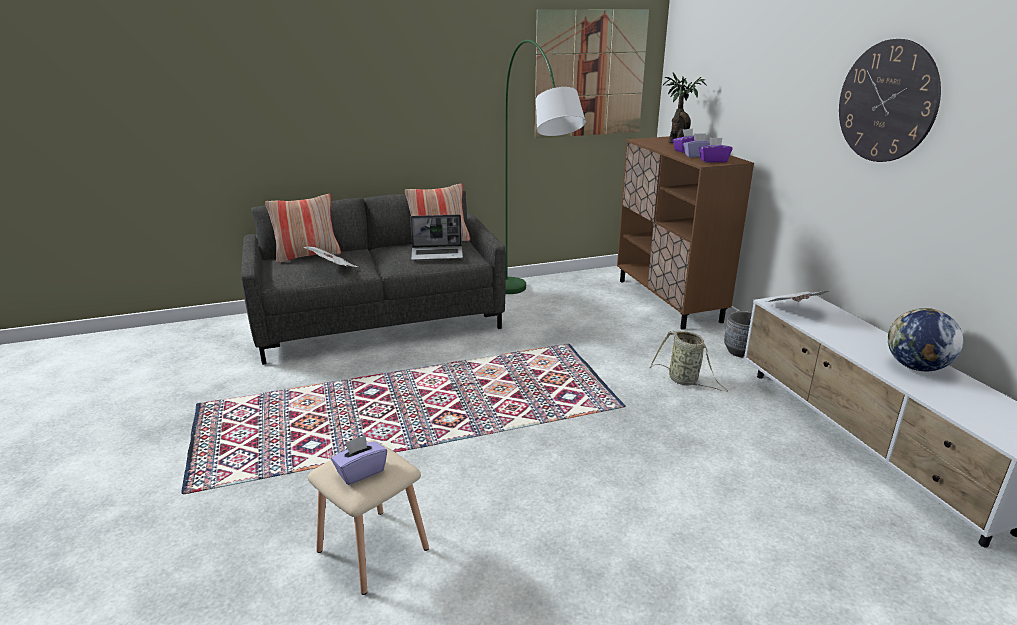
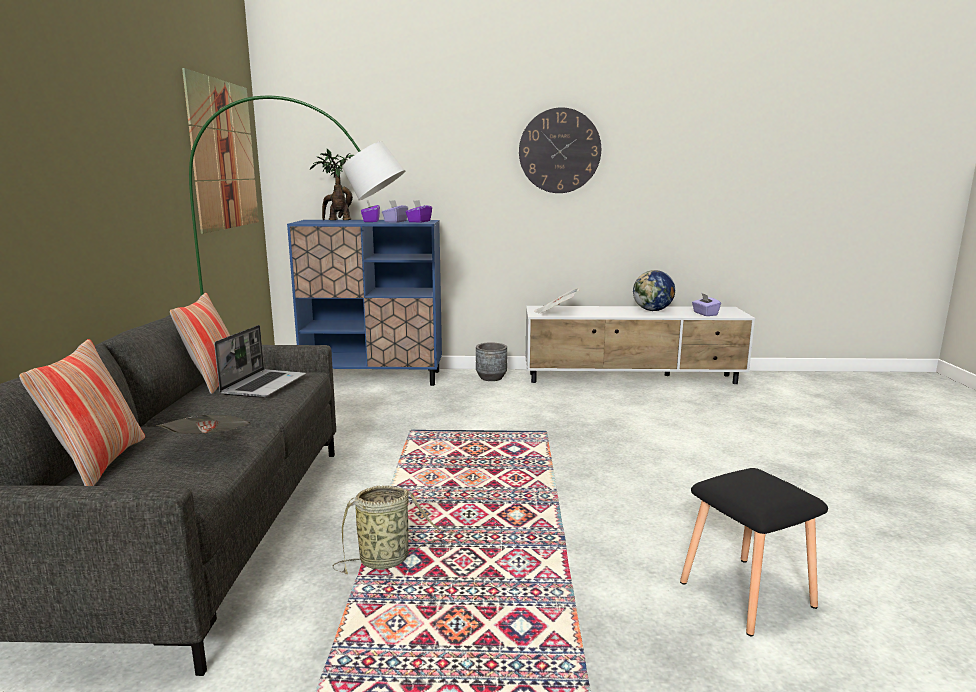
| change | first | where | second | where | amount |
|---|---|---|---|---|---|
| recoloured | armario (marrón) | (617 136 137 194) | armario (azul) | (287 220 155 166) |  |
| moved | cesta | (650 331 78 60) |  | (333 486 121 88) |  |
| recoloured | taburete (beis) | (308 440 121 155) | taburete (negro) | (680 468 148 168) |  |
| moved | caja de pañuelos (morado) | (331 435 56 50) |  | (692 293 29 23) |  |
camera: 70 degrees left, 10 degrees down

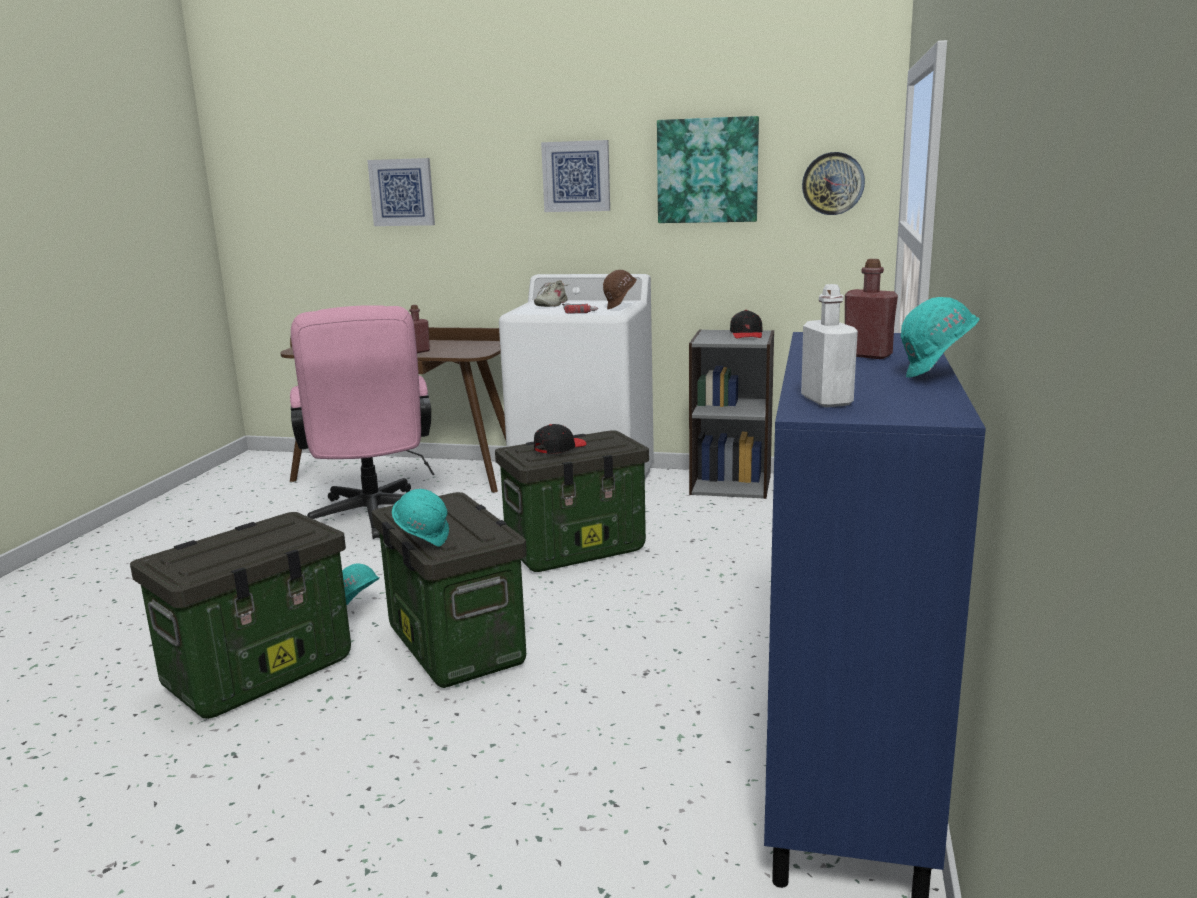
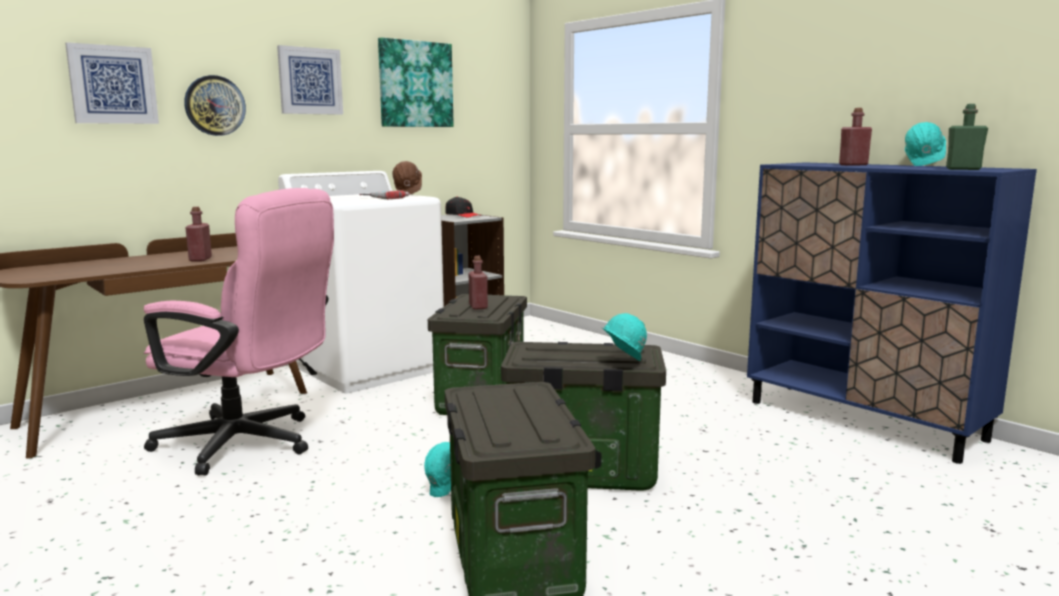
| change | first | where | second | where | amount |
|---|---|---|---|---|---|
| moved | reloj de pared | (802 152 63 63) |  | (184 75 62 61) |  |
| replaced | gorra (negro) | (534 424 52 30) | botella (rojo) | (469 256 19 54) |  |
| recoloured | botella (blanco) | (801 284 57 123) | botella (verde) | (946 104 42 66) |  |
| removed | zapato (beis) | (534 280 35 27) |  |  |  |
camera: 55 degrees left, 5 degrees down

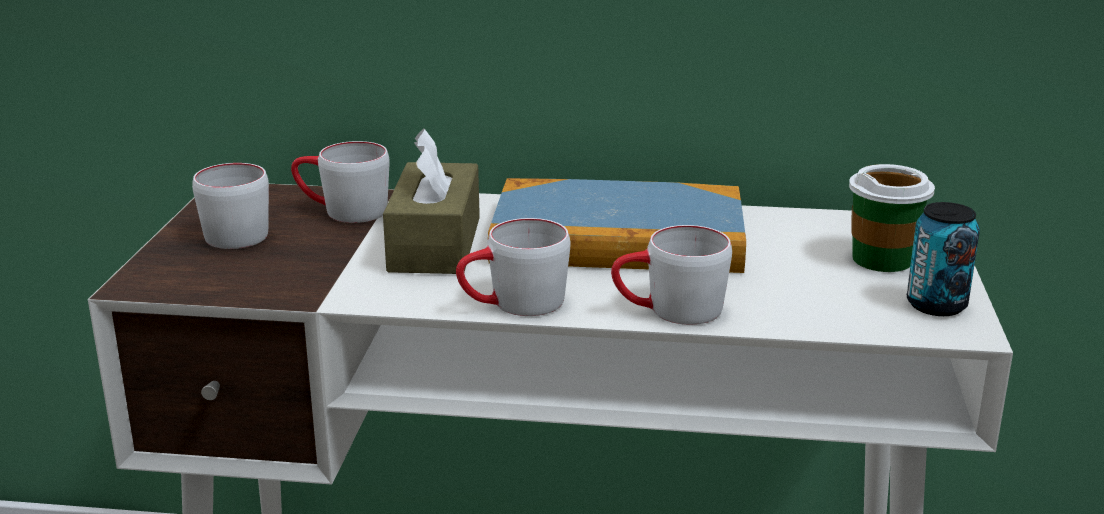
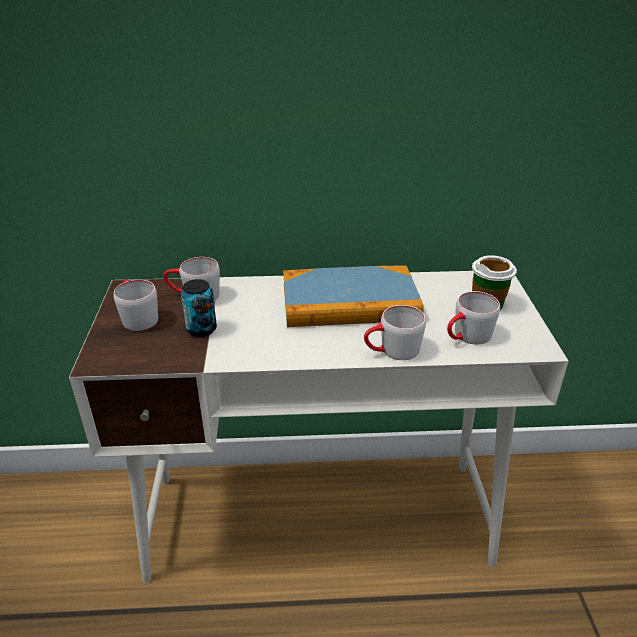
| change | first | where | second | where | amount |
|---|---|---|---|---|---|
| moved | lata | (907 202 73 114) |  | (181 279 36 58) |  |
| moved | taza grande (gris) | (456 218 114 98) |  | (447 291 53 54) |  |
| removed | caja de pañuelos (marrón) | (383 129 97 145) |  |  |  |
camera: 10 degrees left, 10 degrees up

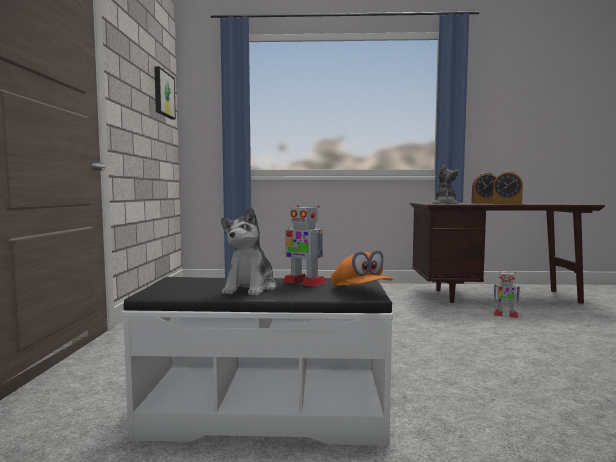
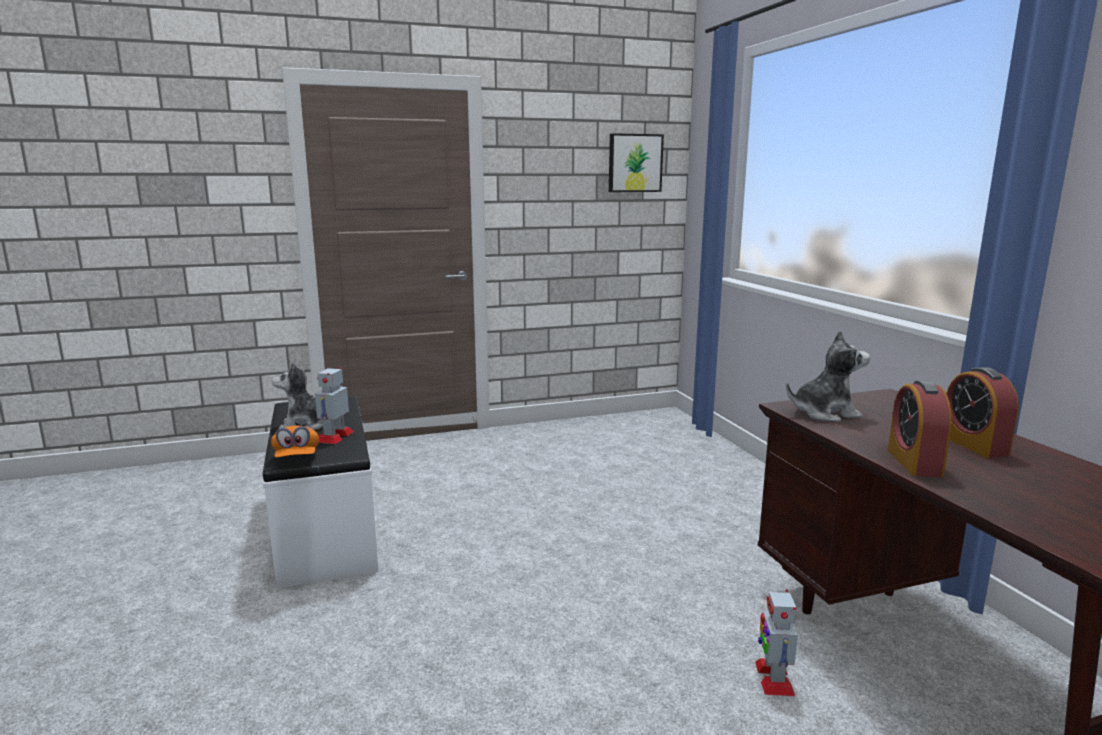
| change | first | where | second | where | amount |
|---|---|---|---|---|---|
| turned | gorra (naranja) | (331 250 62 36) |  | (271 426 48 32) | 60 degrees counterclockwise |
camera: 70 degrees right, 10 degrees up

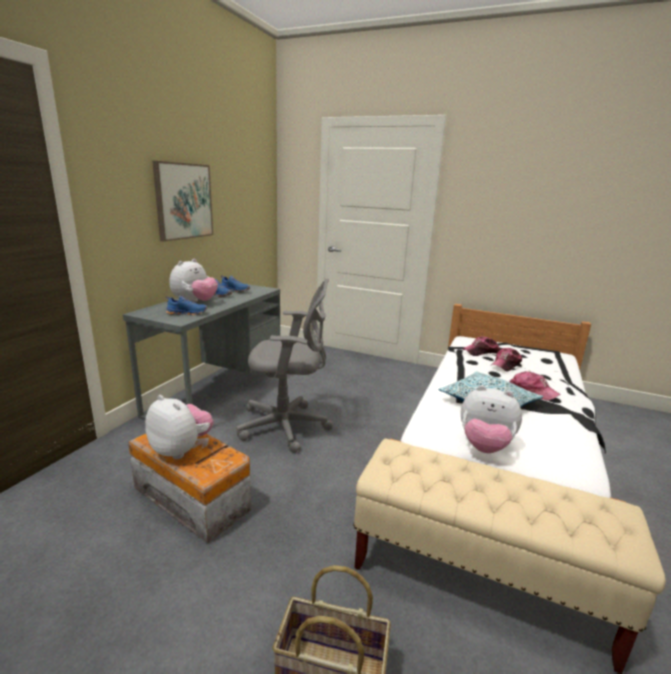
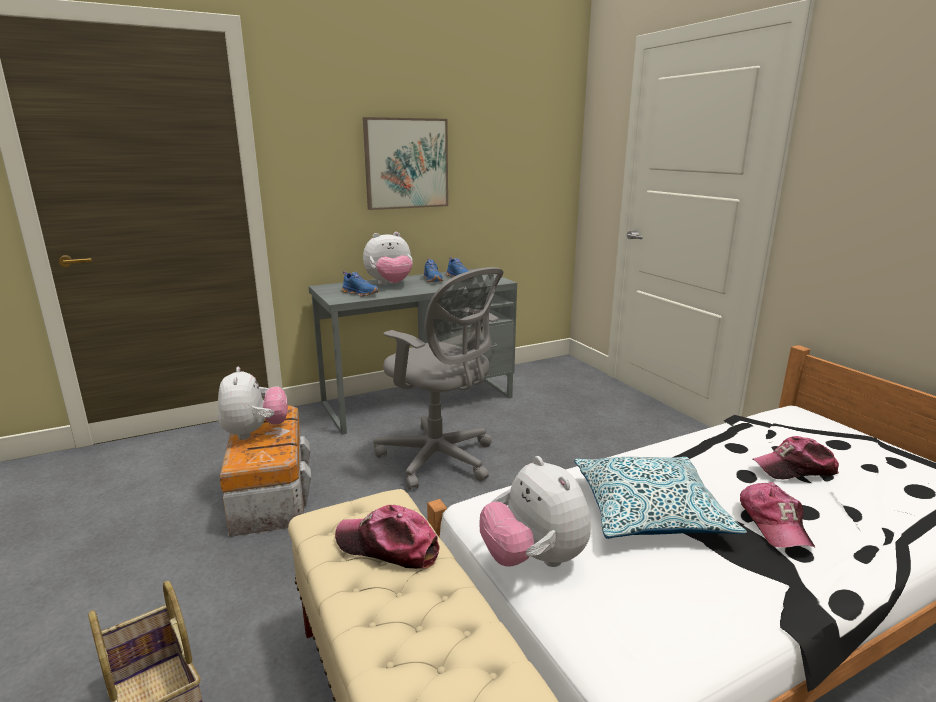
| change | first | where | second | where | amount |
|---|---|---|---|---|---|
| moved | gorra | (462 336 38 20) |  | (335 505 105 64) |  |
camera: 40 degrees right, 0 degrees up

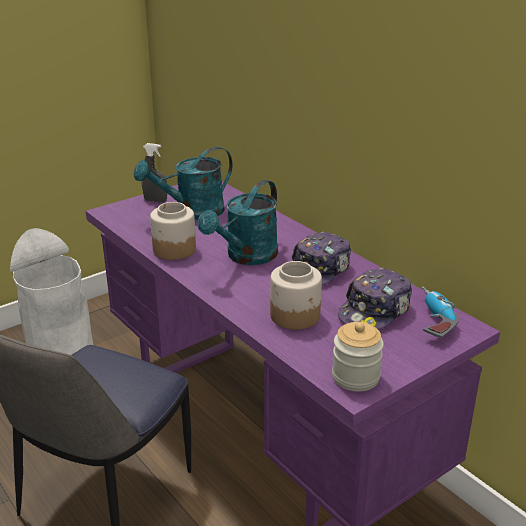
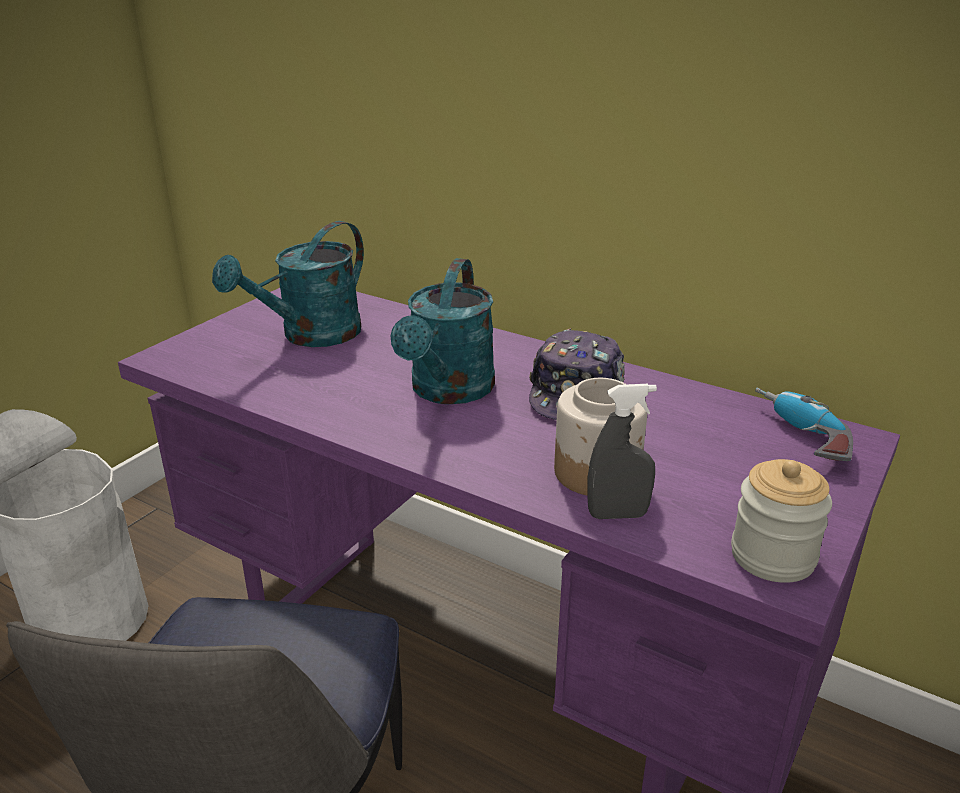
| change | first | where | second | where | amount |
|---|---|---|---|---|---|
| moved | pulverizador (gris) | (142 143 25 59) |  | (587 384 70 135) |  |
| removed | tarro | (150 202 46 58) |  |  |  |
| removed | gorra | (338 268 74 62) |  |  |  |
camera: 20 degrees left, 0 degrees up

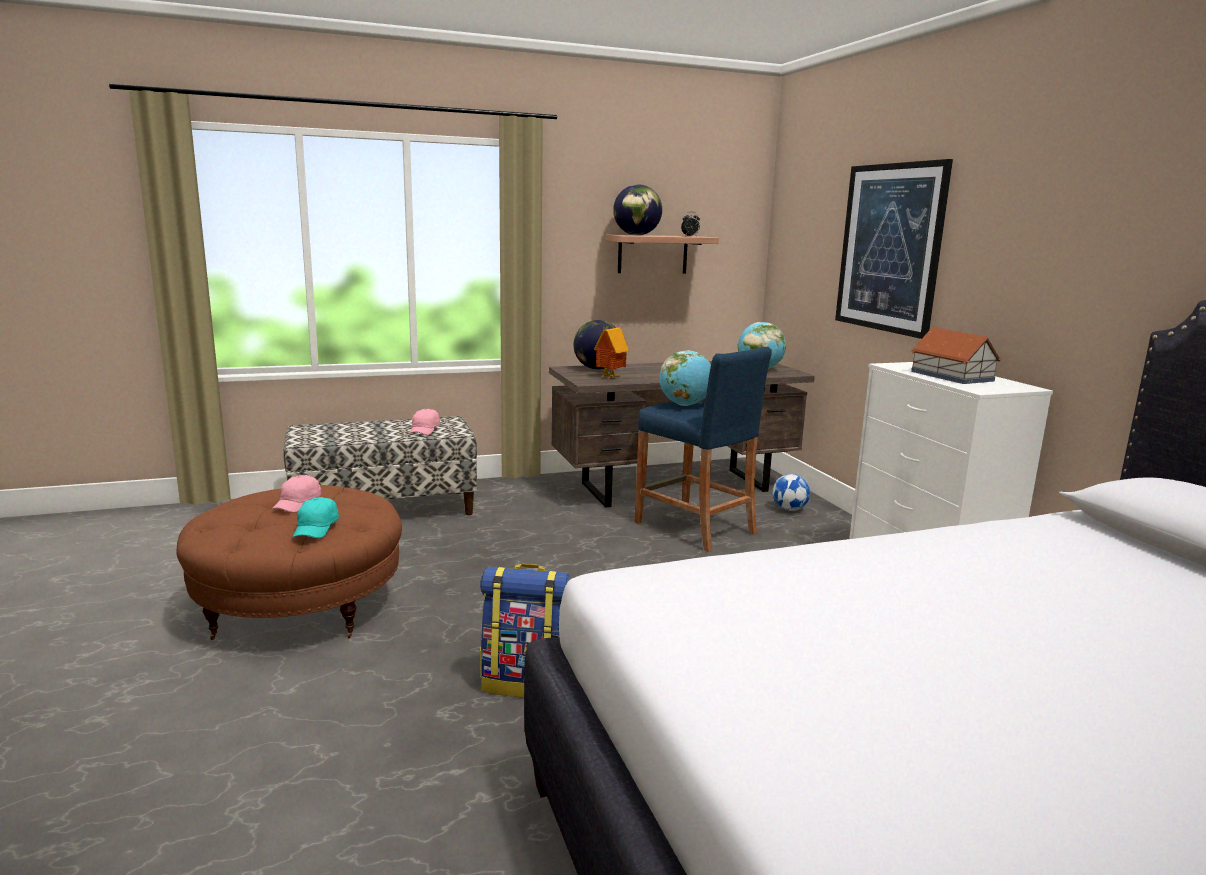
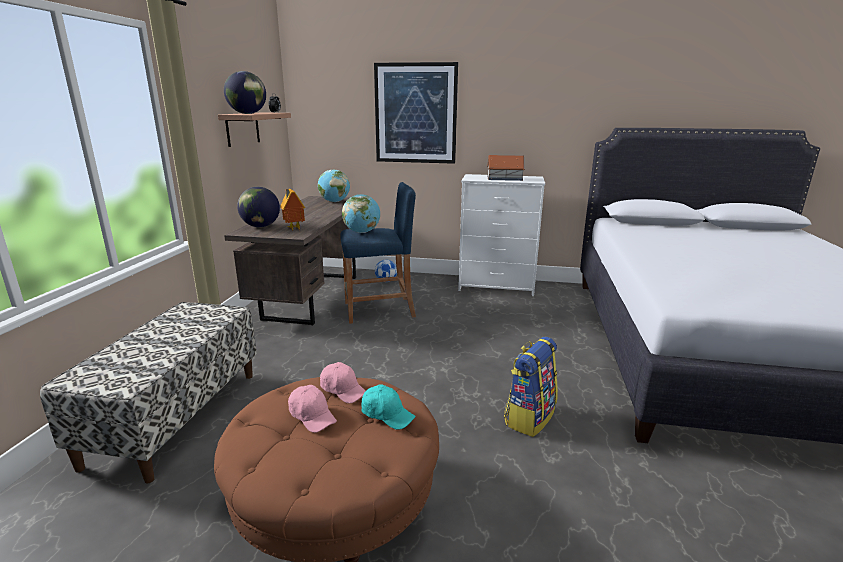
| change | first | where | second | where | amount |
|---|---|---|---|---|---|
| moved | gorra (rosa) | (409 409 31 26) |  | (320 362 46 41) |  |
camera: 60 degrees left, 5 degrees up

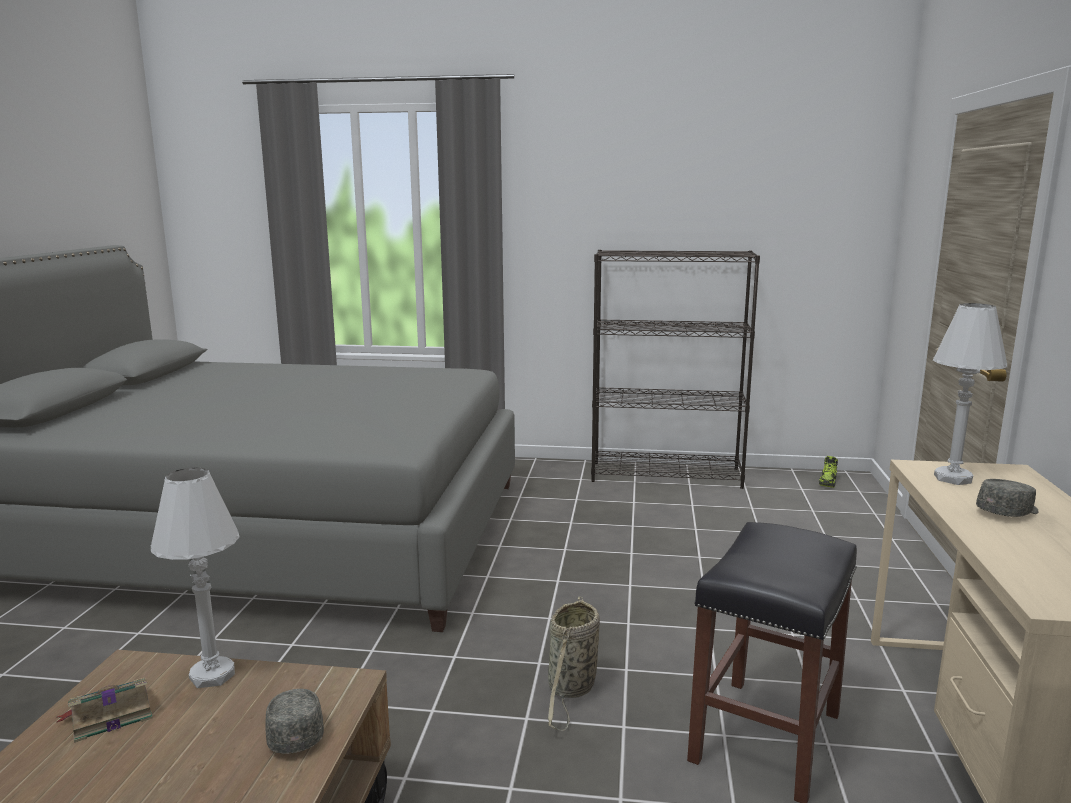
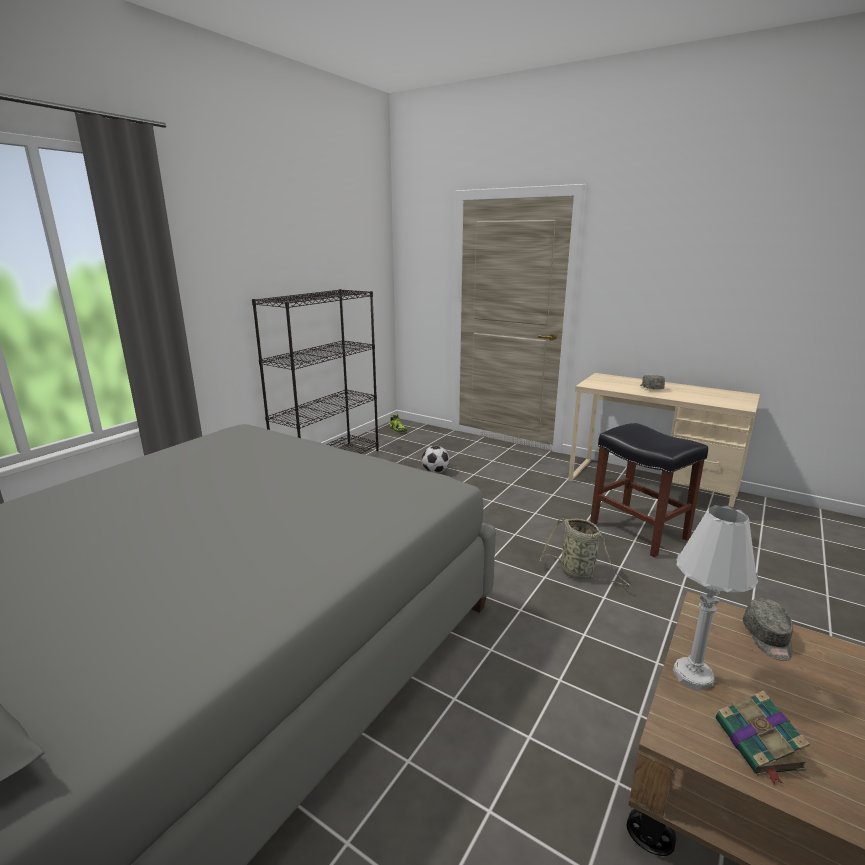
| change | first | where | second | where | amount |
|---|---|---|---|---|---|
| added |  |  | balón de fútbol | (422 446 27 27) |  |
| turned | gorra (gris) | (265 689 59 65) |  | (743 598 50 63) | 90 degrees counterclockwise |
| removed | lámpara de mesa (blanco) | (933 303 74 182) |  |  |  |
camera: 65 degrees left, 5 degrees up

